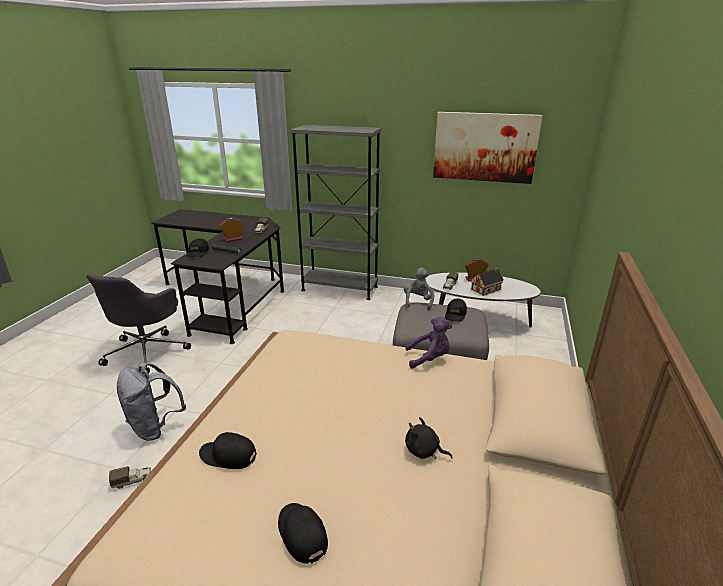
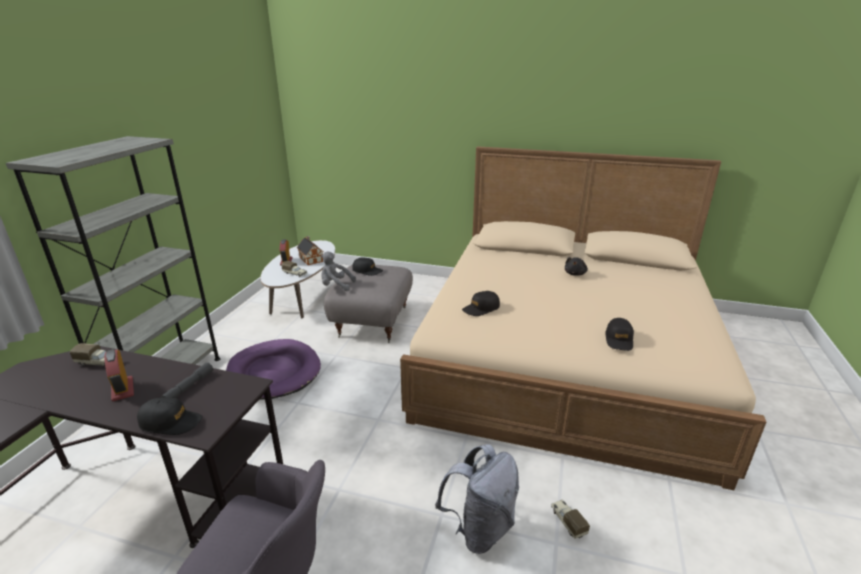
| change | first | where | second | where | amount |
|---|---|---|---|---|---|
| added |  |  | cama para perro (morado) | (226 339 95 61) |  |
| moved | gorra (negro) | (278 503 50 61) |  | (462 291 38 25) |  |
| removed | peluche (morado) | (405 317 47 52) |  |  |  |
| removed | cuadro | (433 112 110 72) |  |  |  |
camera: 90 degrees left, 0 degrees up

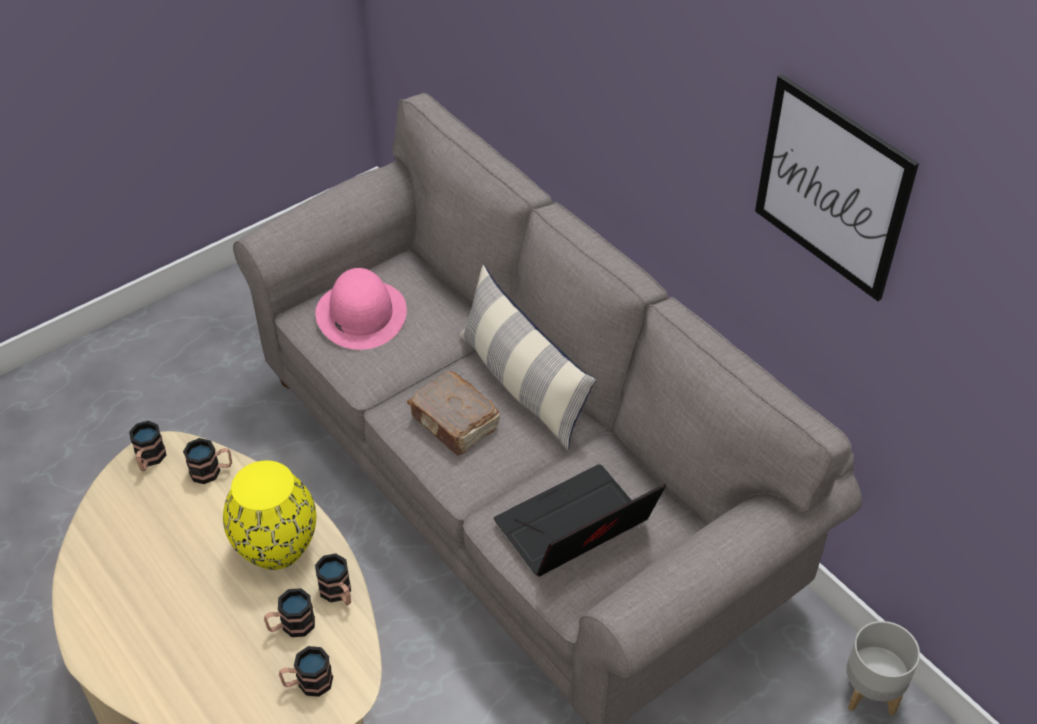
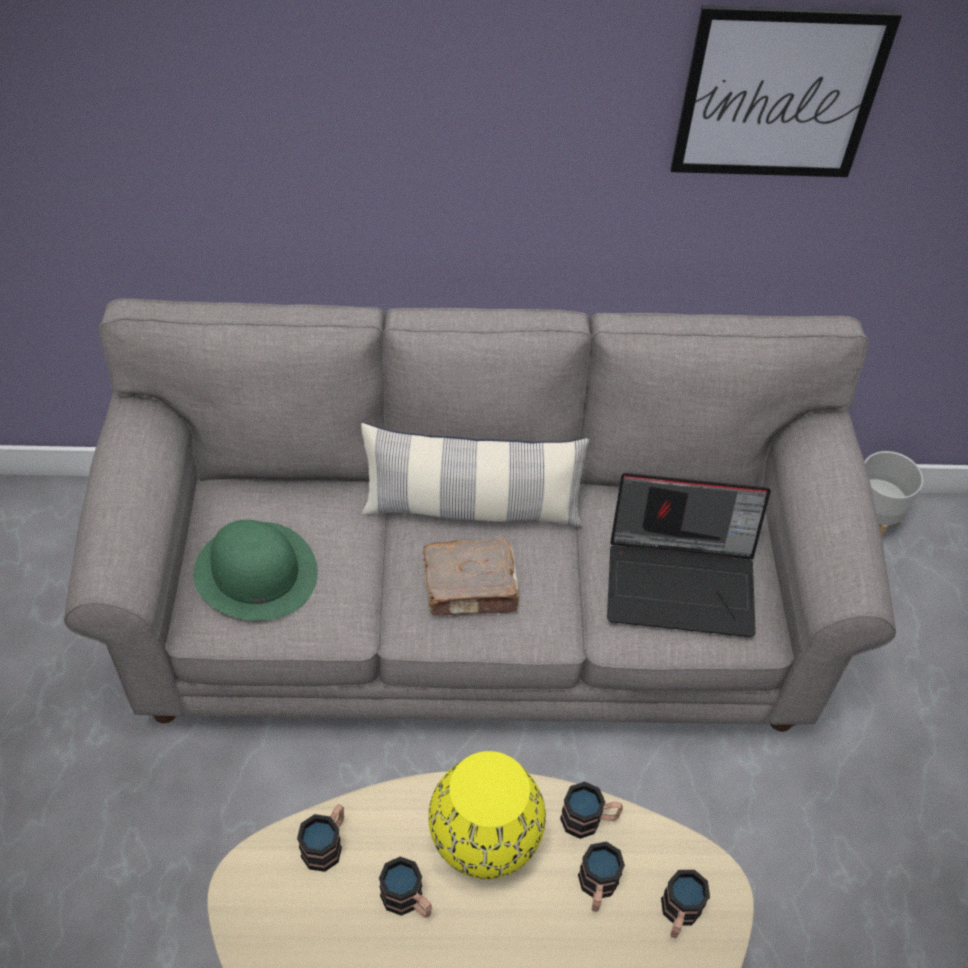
| change | first | where | second | where | amount |
|---|---|---|---|---|---|
| recoloured | sombrero (rosa) | (315 268 92 82) | sombrero (verde) | (193 520 125 101) |  |
| moved | taza grande | (129 421 37 50) |  | (379 857 53 61) |  |
| turned | portátil | (494 464 172 113) |  | (607 473 164 164) | 90 degrees counterclockwise |
camera: 55 degrees left, 5 degrees up

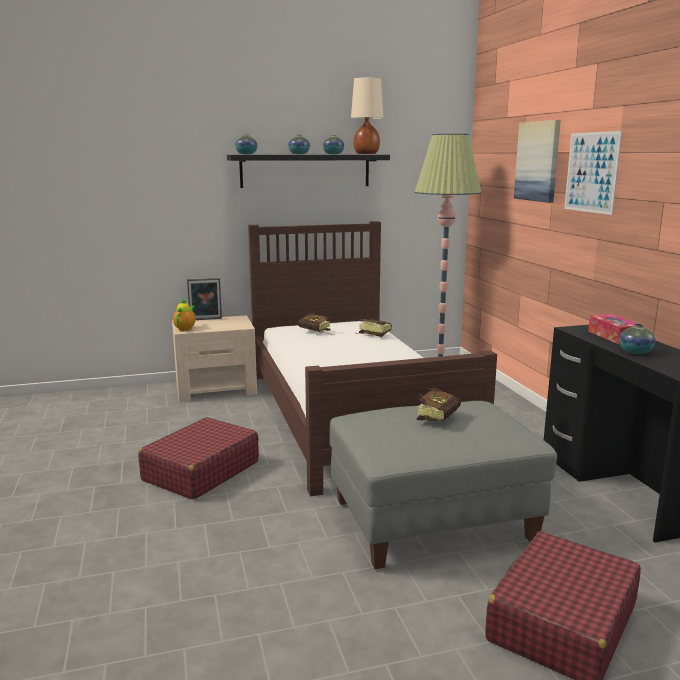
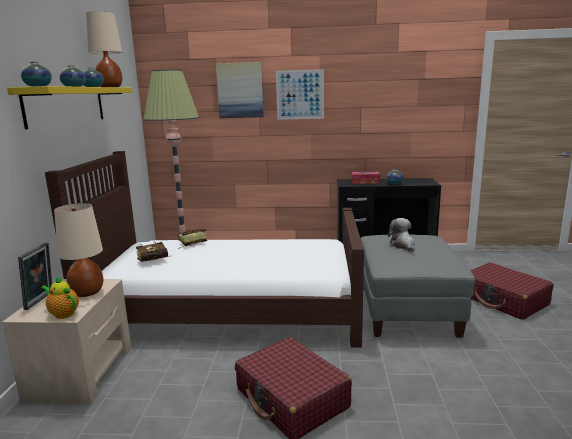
| change | first | where | second | where | amount |
|---|---|---|---|---|---|
| recoloured | estante (negro) | (227 155 163 33) | estante (amarillo) | (7 86 125 43) |  |
| added |  |  | lámpara de mesa (beis) | (54 203 49 94) |  |
| replaced | libro | (417 387 44 34) | peluche | (388 218 27 34) |  |
camera: 70 degrees left, 0 degrees up

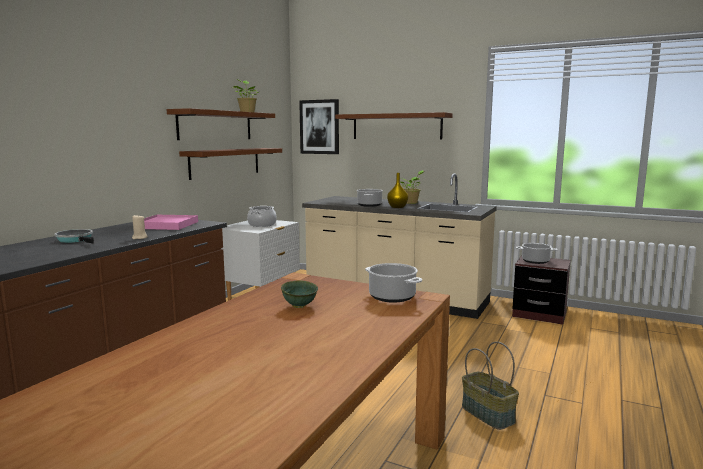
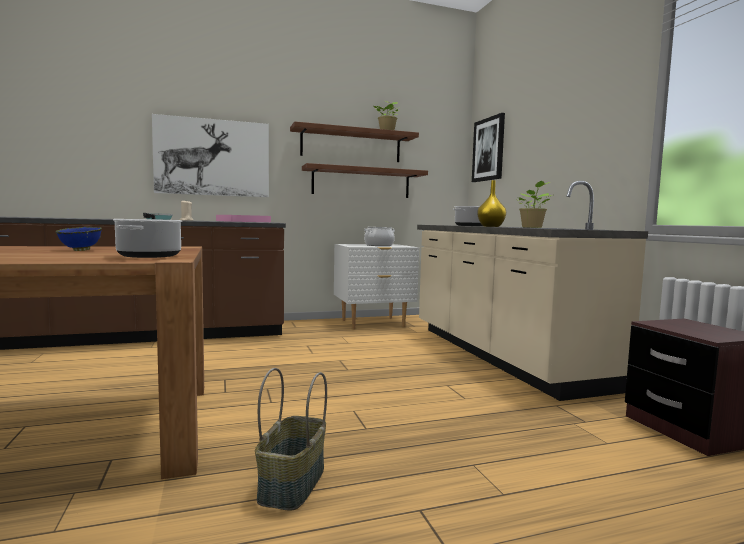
| change | first | where | second | where | amount |
|---|---|---|---|---|---|
| recoloured | cuenco (verde) | (281 280 37 28) | cuenco (azul) | (55 227 47 24) |  |
| added |  |  | cuadro | (152 114 117 83) |  |
| removed | estante (marrón) | (335 112 117 28) |  |  |  |
| removed | olla | (516 243 42 21) |  |  |  |
camera: 45 degrees right, 5 degrees down

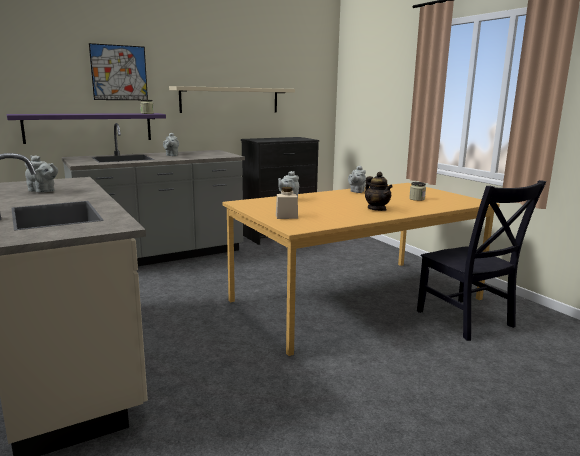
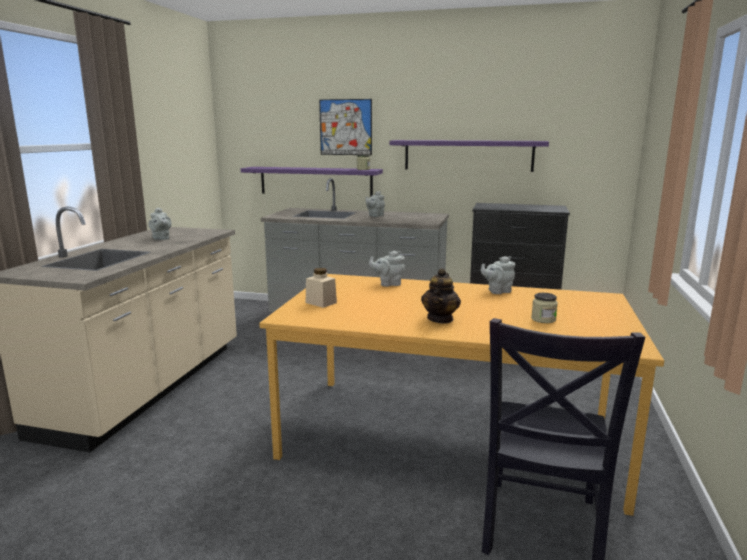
| change | first | where | second | where | amount |
|---|---|---|---|---|---|
| recoloured | estante (beis) | (169 86 126 27) | estante (morado) | (390 140 159 32) |  |
camera: 45 degrees right, 0 degrees up

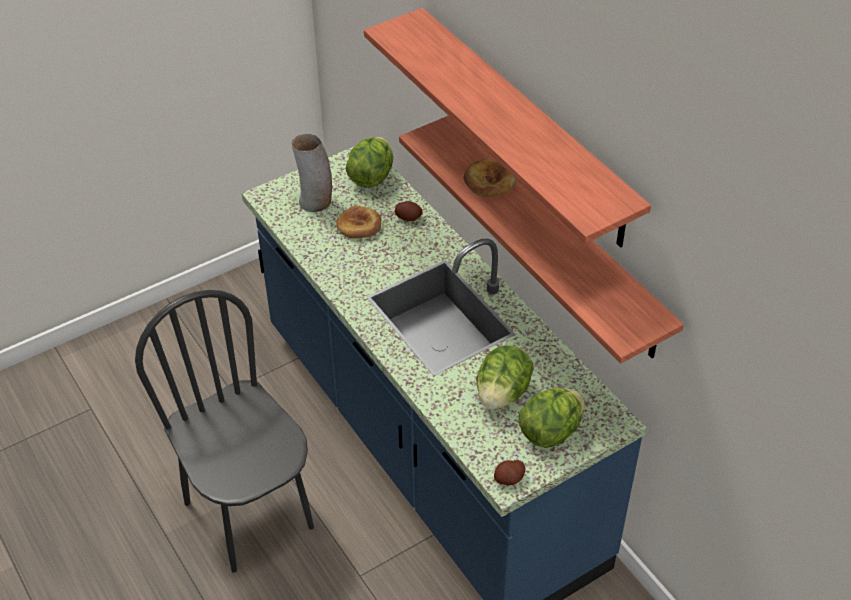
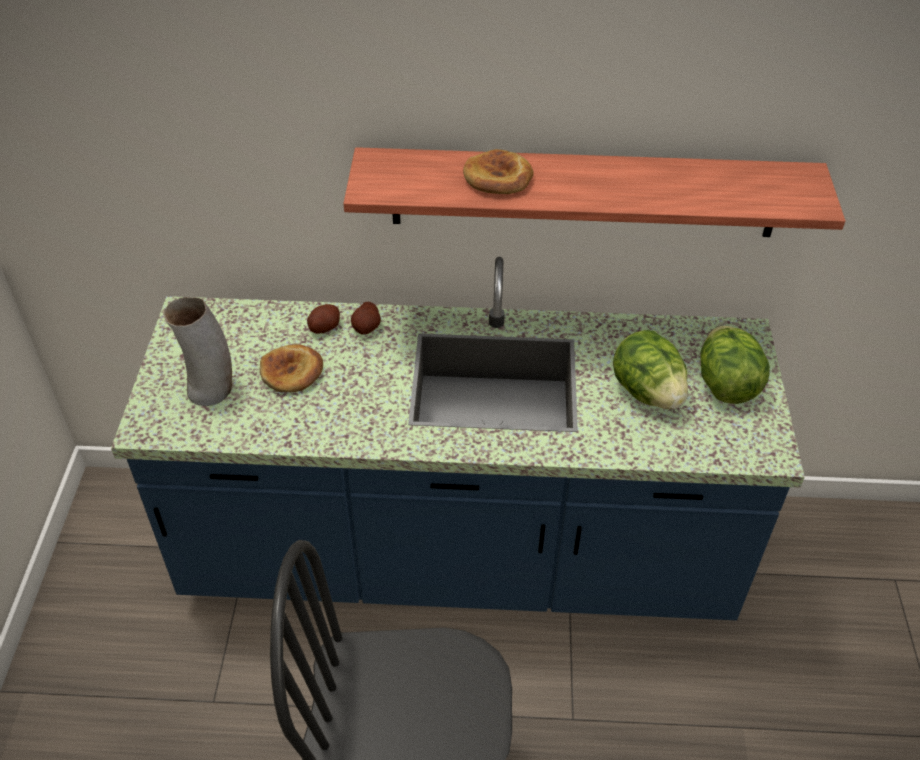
| change | first | where | second | where | amount |
|---|---|---|---|---|---|
| moved | patata | (494 460 31 25) |  | (351 302 30 33) |  |
| removed | lechuga | (346 137 47 51) |  |  |  |
| removed | estante | (364 8 287 240) |  |  |  |
camera: 55 degrees left, 0 degrees up

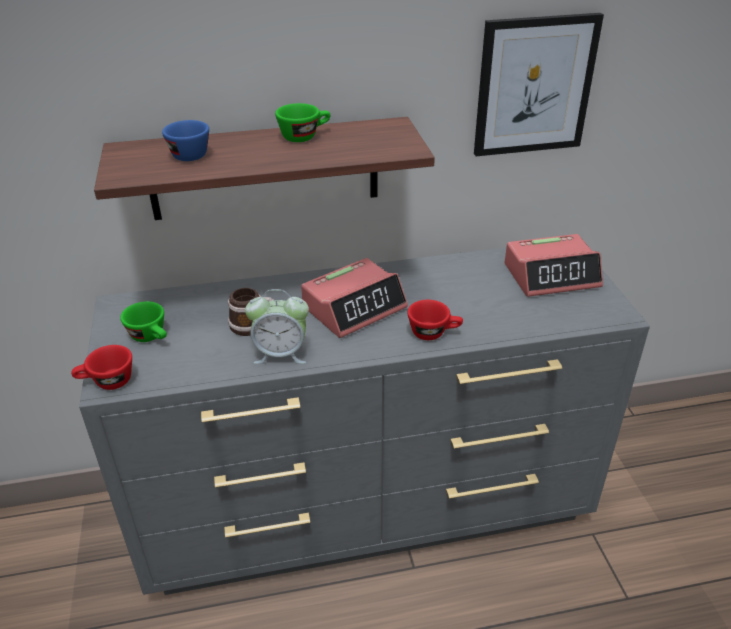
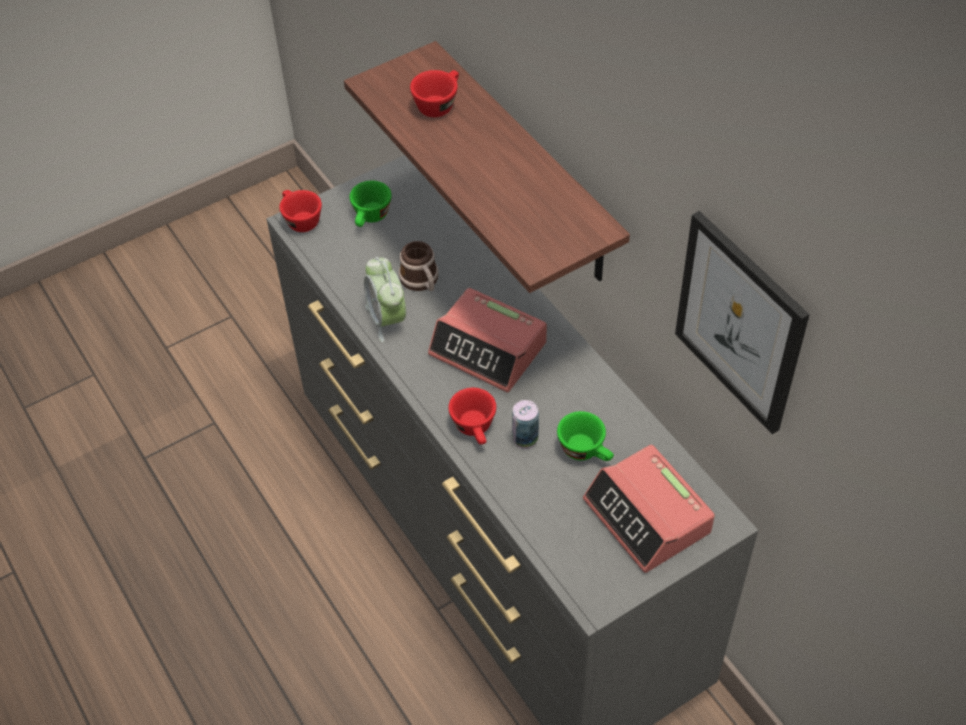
| change | first | where | second | where | amount |
|---|---|---|---|---|---|
| recoloured | taza (azul) | (162 120 47 41) | taza (rojo) | (410 70 49 47) |  |
| added |  |  | lata | (512 400 27 49) |  |
| moved | taza (verde) | (275 103 56 39) |  | (557 411 57 50) |  |
camera: 70 degrees right, 15 degrees up

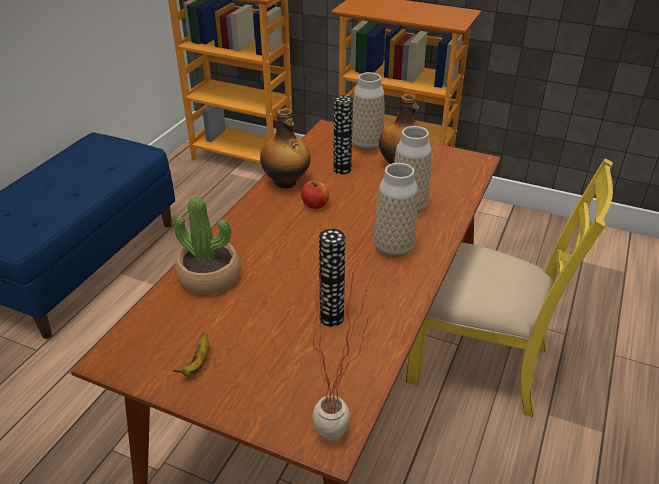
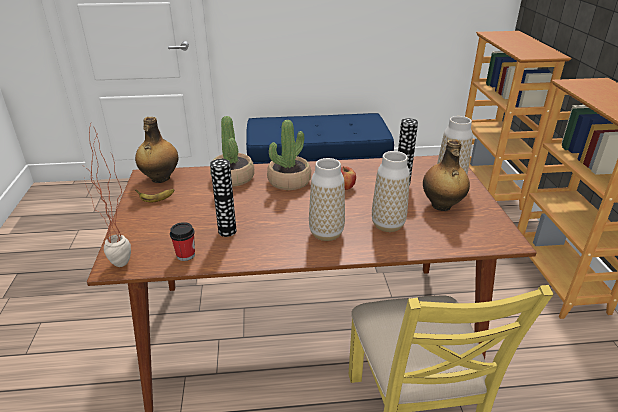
| change | first | where | second | where | amount |
|---|---|---|---|---|---|
| moved | botella | (260 108 51 80) |  | (135 117 43 66) |  |
| added |  |  | taza | (170 222 25 39) |  |
| added |  |  | planta en maceta | (267 120 44 70) |  |
camera: 60 degrees right, 5 degrees down

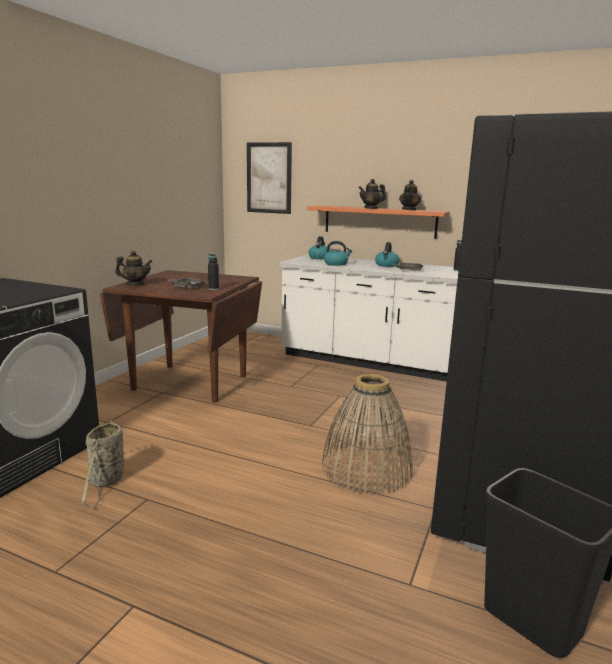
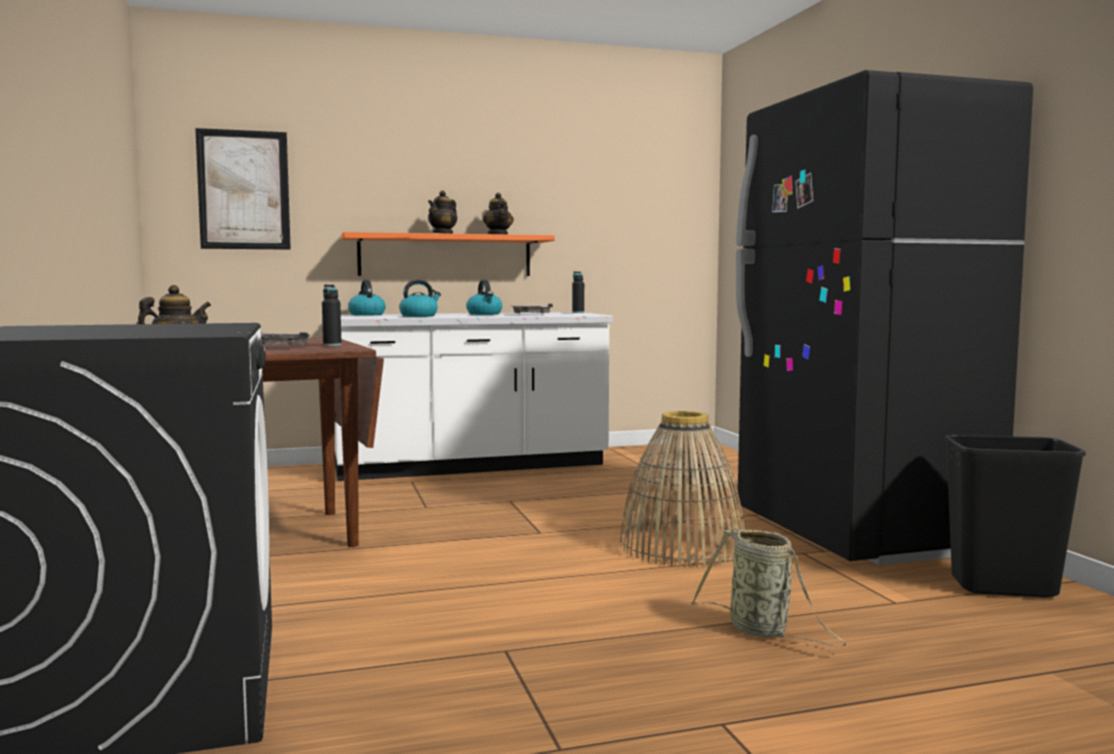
| change | first | where | second | where | amount |
|---|---|---|---|---|---|
| moved | cesta | (82 420 43 86) |  | (691 528 155 118) |  |
camera: 40 degrees left, 10 degrees down

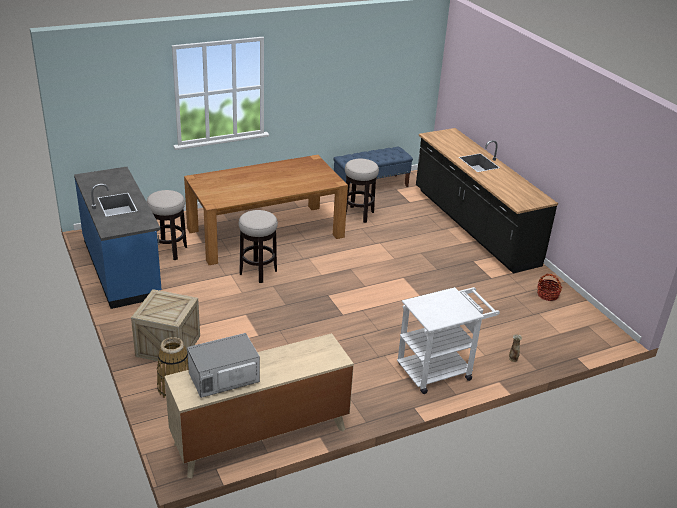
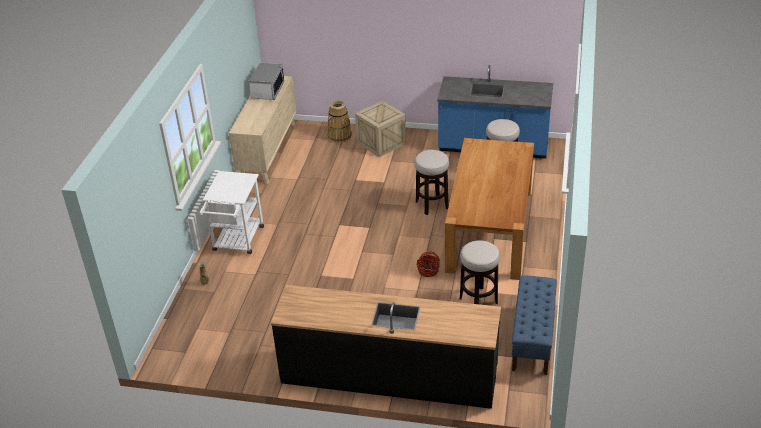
| change | first | where | second | where | amount |
|---|---|---|---|---|---|
| moved | cesta | (537 273 25 28) |  | (416 251 24 26) |  |
camera: 130 degrees right, 5 degrees up

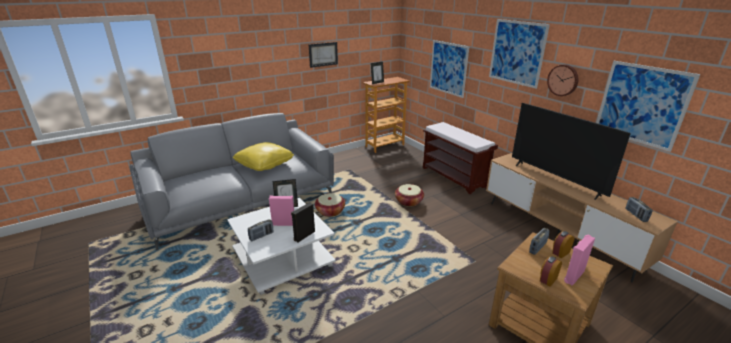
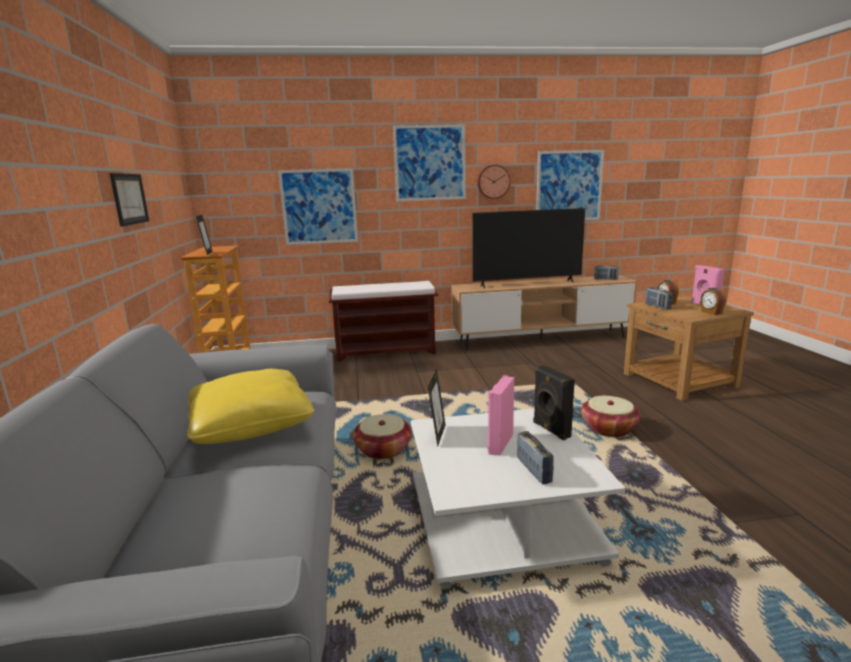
| change | first | where | second | where | amount |
|---|---|---|---|---|---|
| moved | cesta | (395 184 29 23) |  | (581 396 59 41) |  |
camera: 65 degrees left, 10 degrees down

